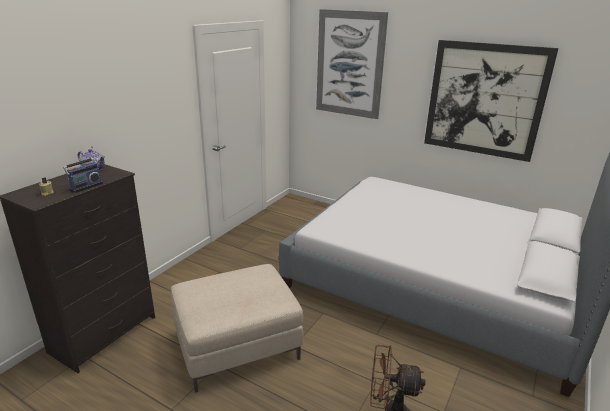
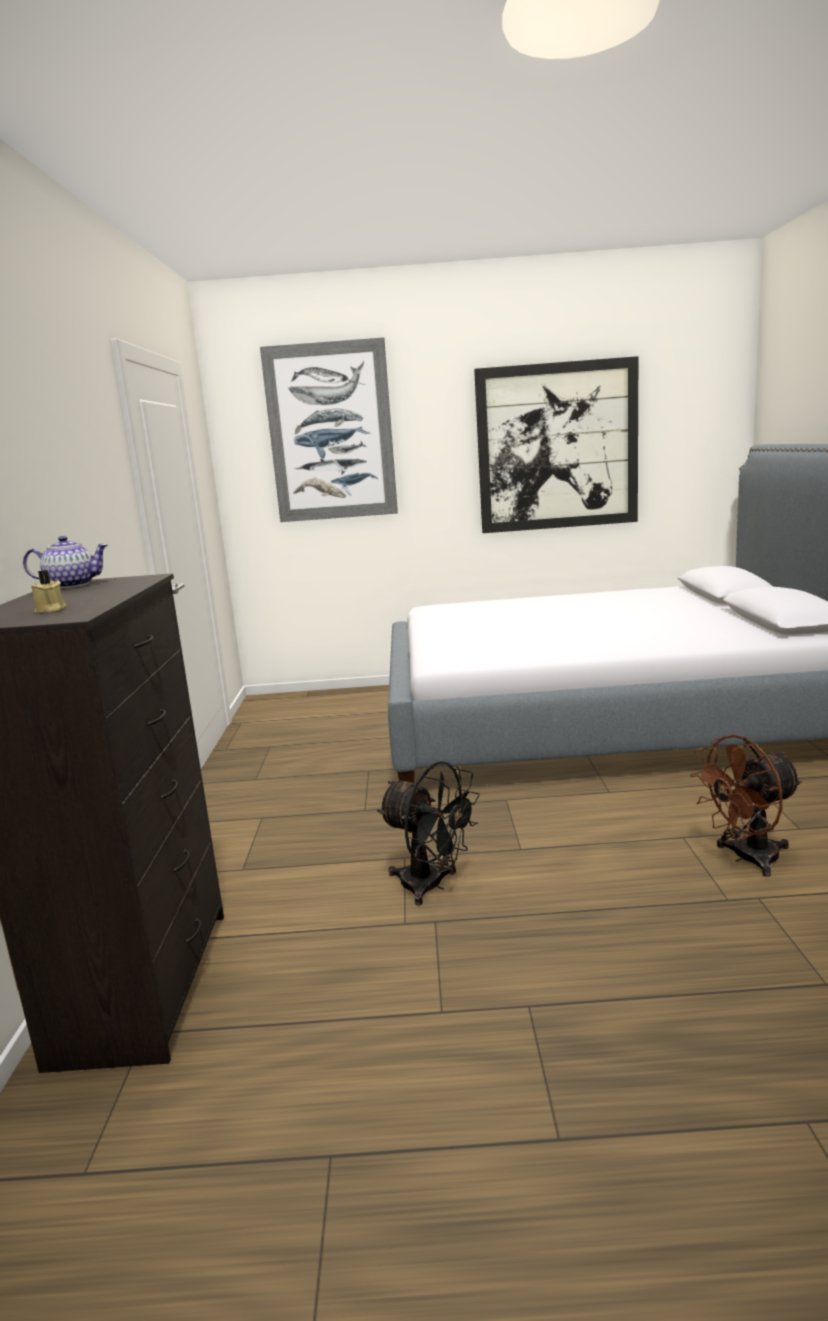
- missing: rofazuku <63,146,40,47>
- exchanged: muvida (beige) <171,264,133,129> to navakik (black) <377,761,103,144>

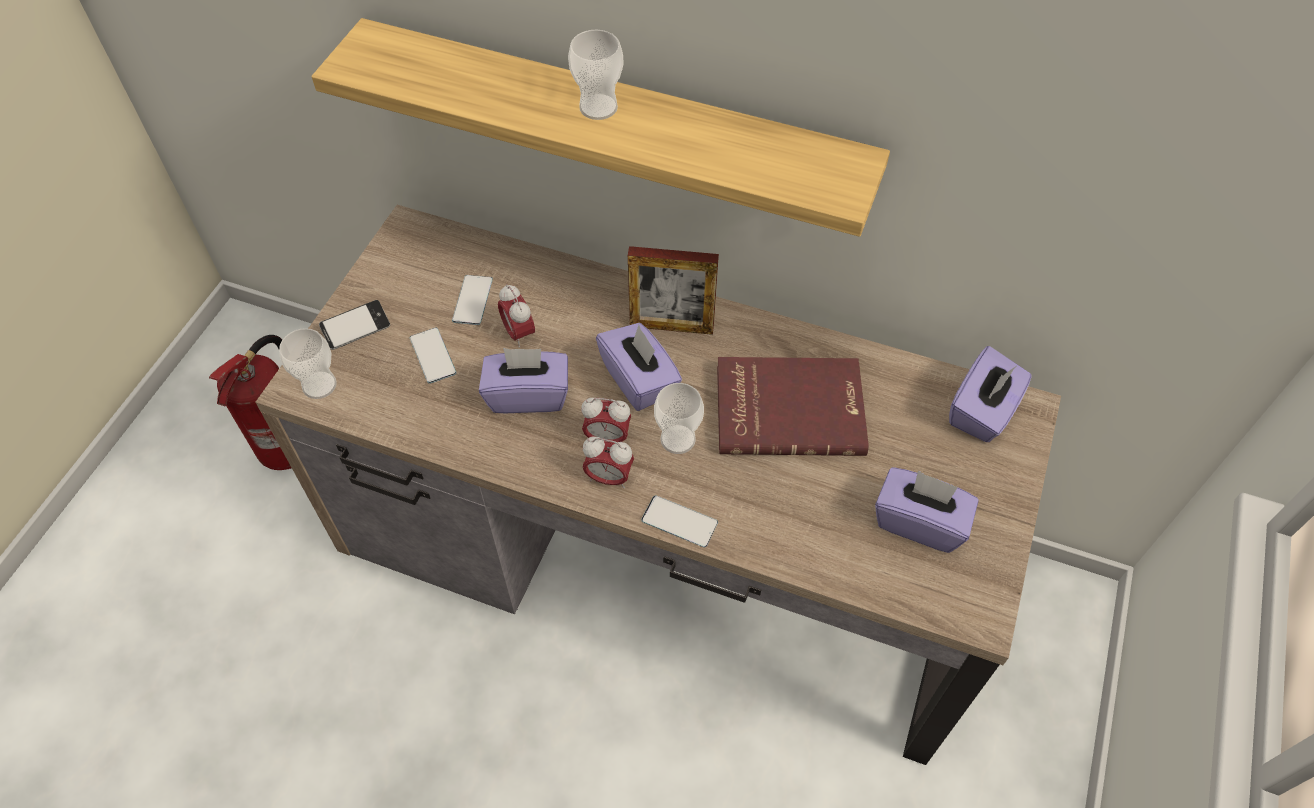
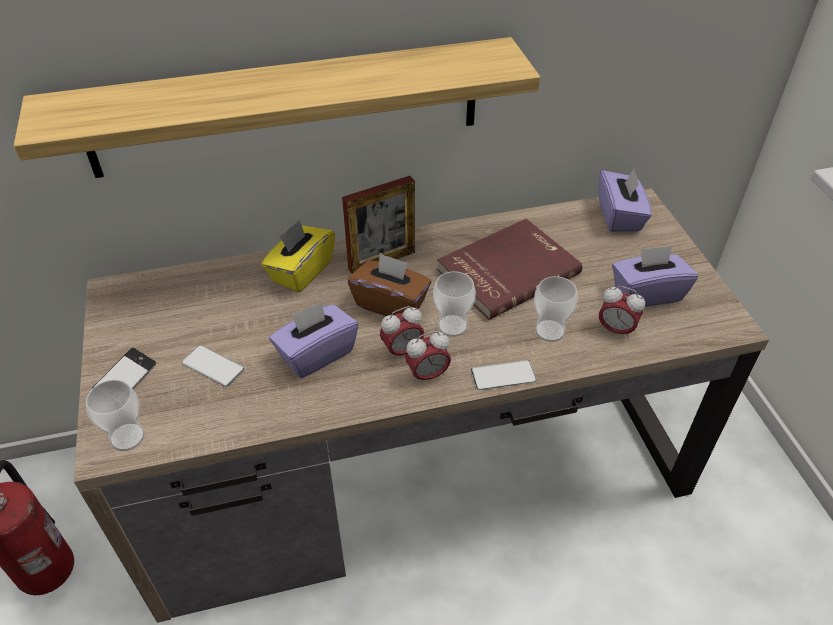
- relocated: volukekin <568,30,55,90> to <534,276,44,66>
- missing: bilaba <452,275,41,50>
- relocated: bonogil <498,284,37,64> to <599,286,46,53>
- colour: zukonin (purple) <596,323,86,88> to zukonin (brown) <348,253,83,63>
- appeared: zukonin (yellow) <261,219,74,74>

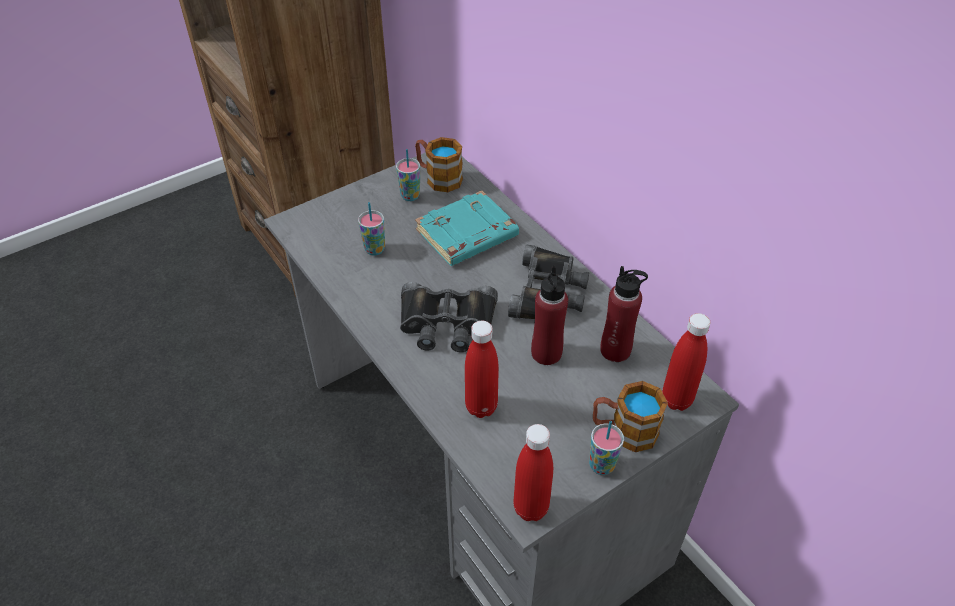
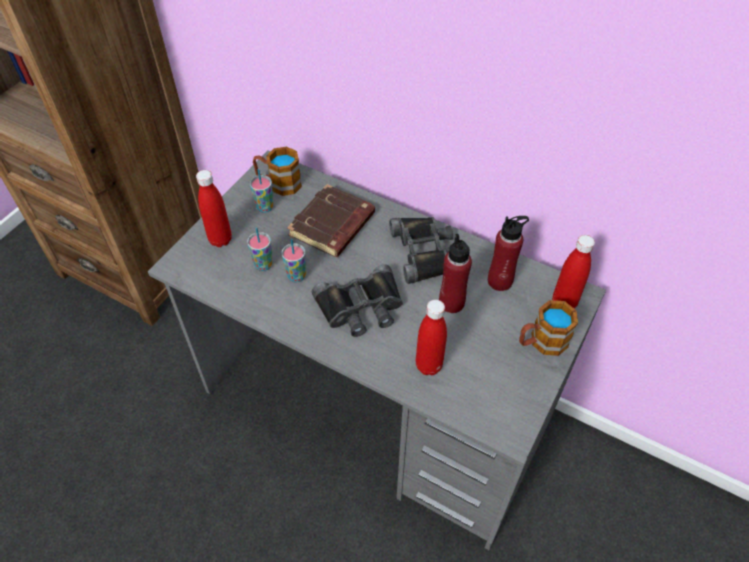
- colour: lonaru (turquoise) <415,191,104,75> to lonaru (brown) <287,184,88,73>
- relocated: volukekin <589,421,35,54> to <282,239,24,43>
- relocated: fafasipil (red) <513,424,40,97> to <196,170,36,77>

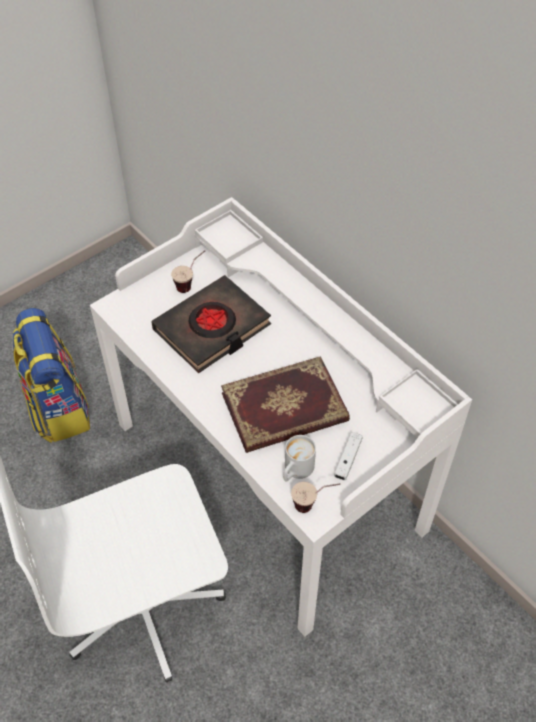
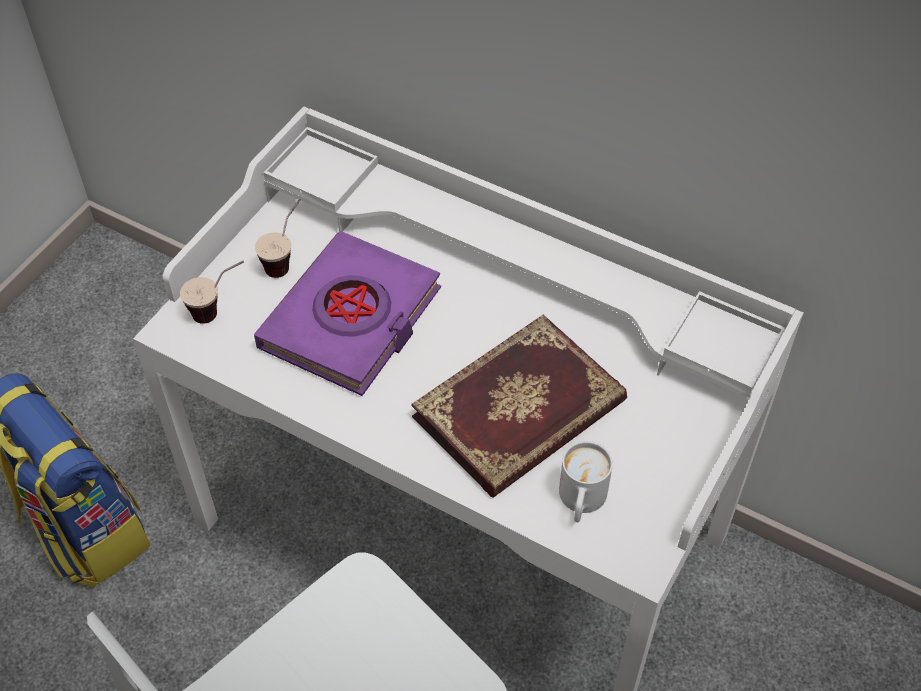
- colour: lonaru (black) <151,275,120,98> to lonaru (purple) <254,231,187,165>
- missing: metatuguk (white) <334,432,29,48>
- relocated: volukekin <291,482,49,31> to <180,261,64,63>

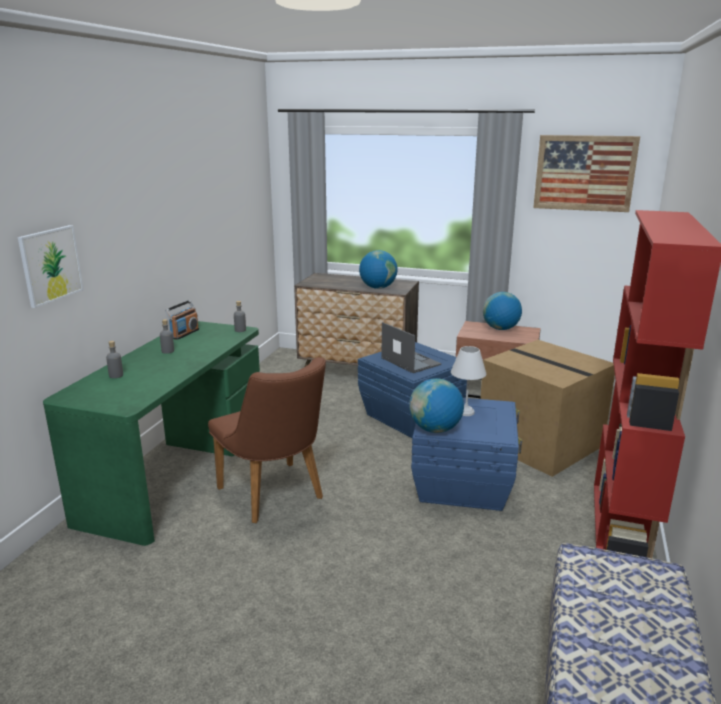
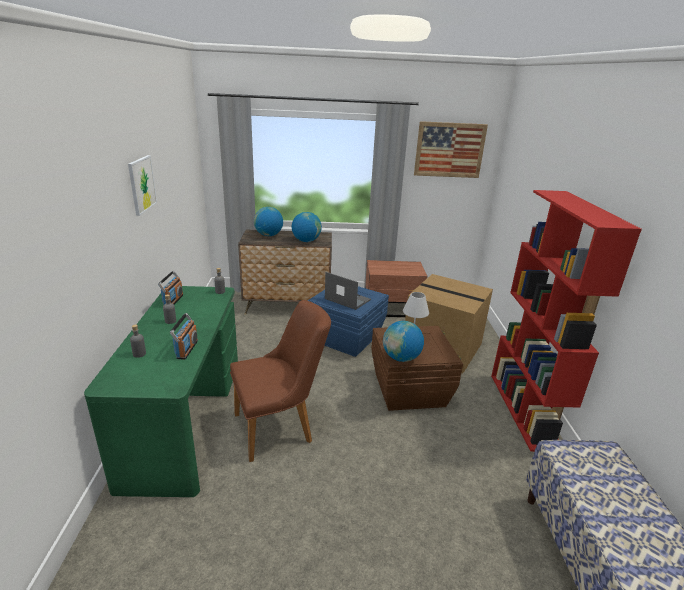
- relocated: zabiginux <18,225,66,83> to <128,155,29,61>
- relocated: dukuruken <483,292,39,38> to <254,207,29,29>
- spun: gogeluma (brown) <208,357,118,166> = <230,300,101,162> 60 degrees counterclockwise
- colour: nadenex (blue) <411,398,112,113> to nadenex (brown) <371,326,92,85>
- appeared: rofazuku <170,313,28,47>

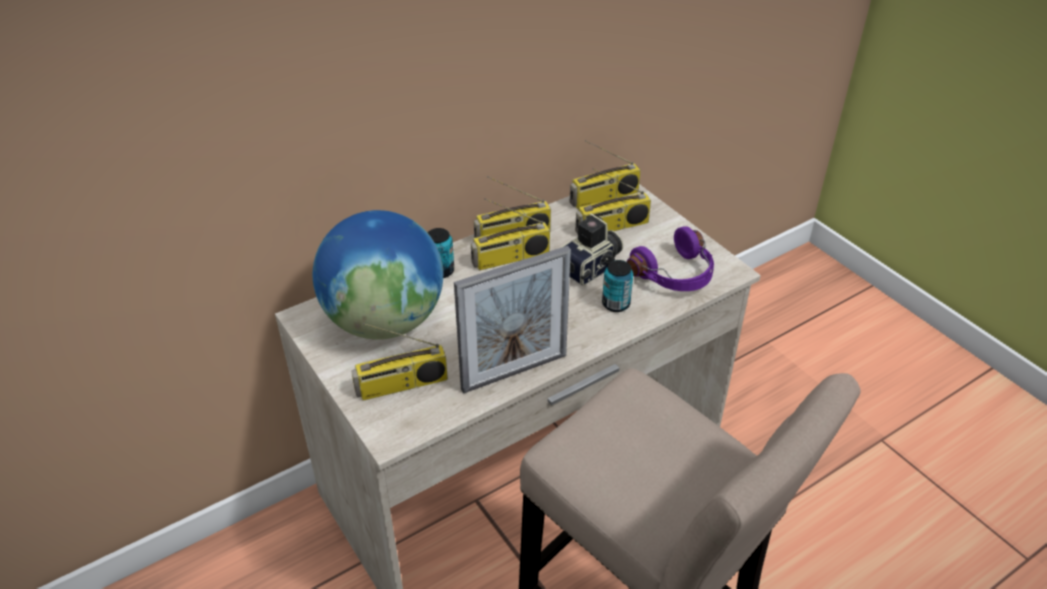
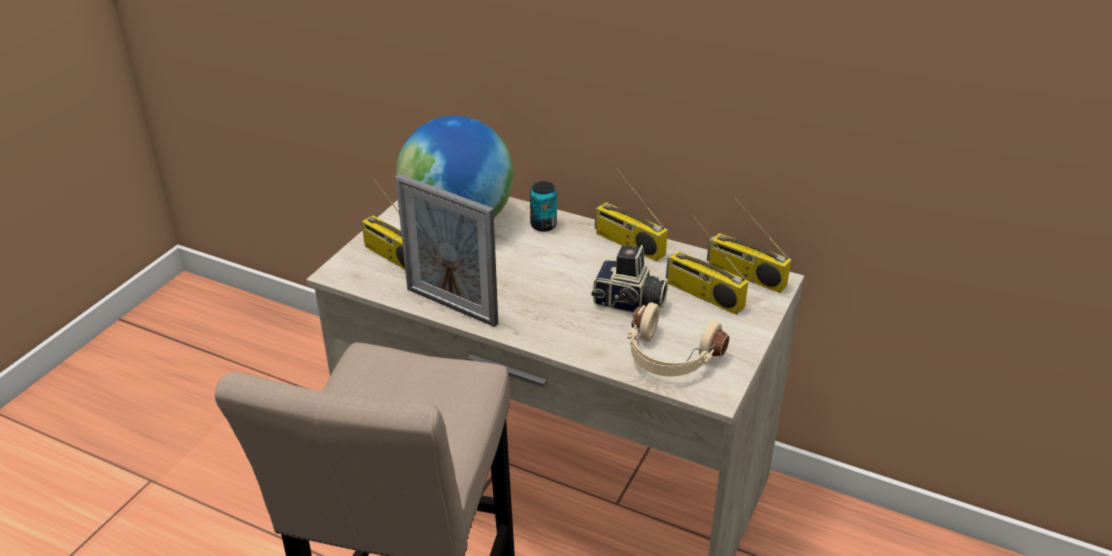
- missing: rofazuku <471,198,79,72>
- colour: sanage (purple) <627,226,87,65> to sanage (beige) <628,302,101,75>
- missing: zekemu <602,260,31,52>

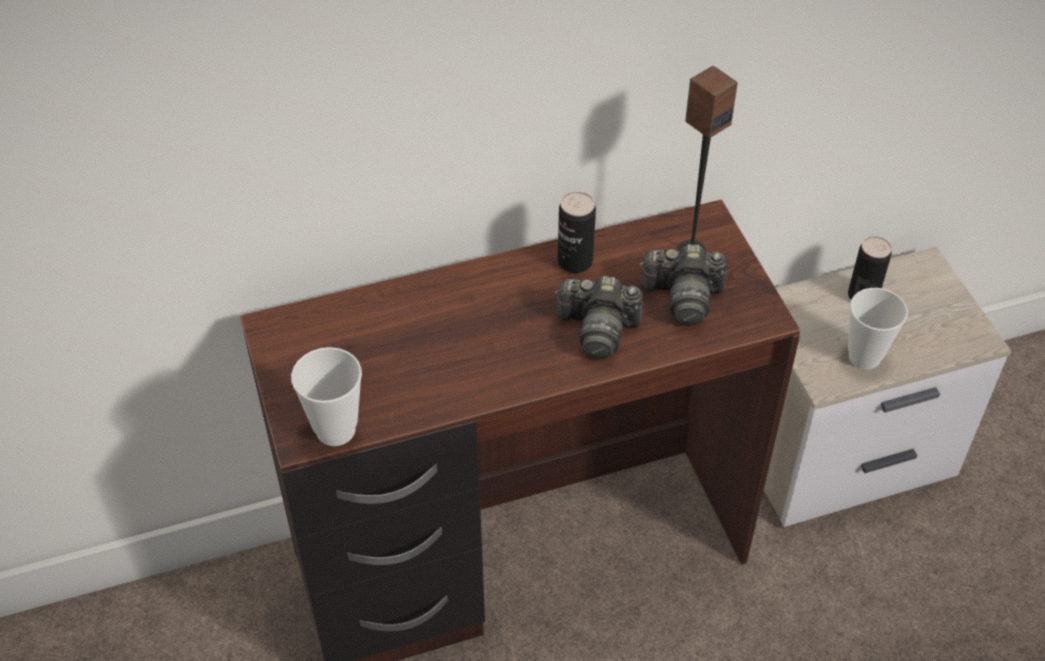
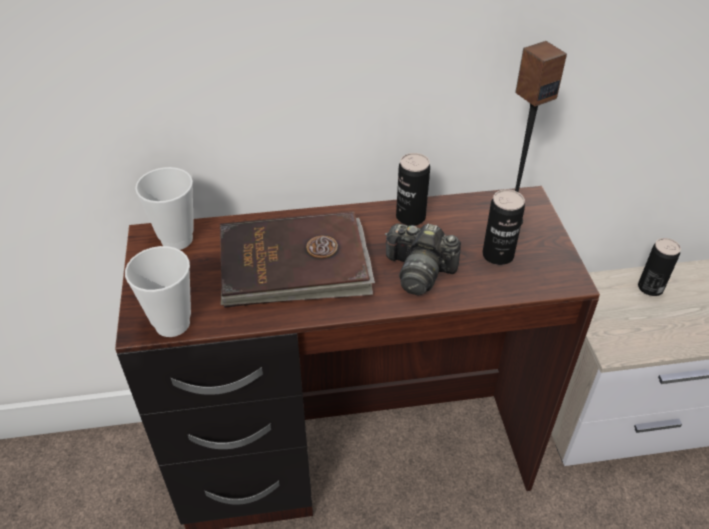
- exchanged: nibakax <640,244,87,81> to zekemu <482,189,43,76>
- relocated: volukekin <848,288,60,81> to <135,167,59,83>
- appeared: lonaru (brown) <220,211,155,97>

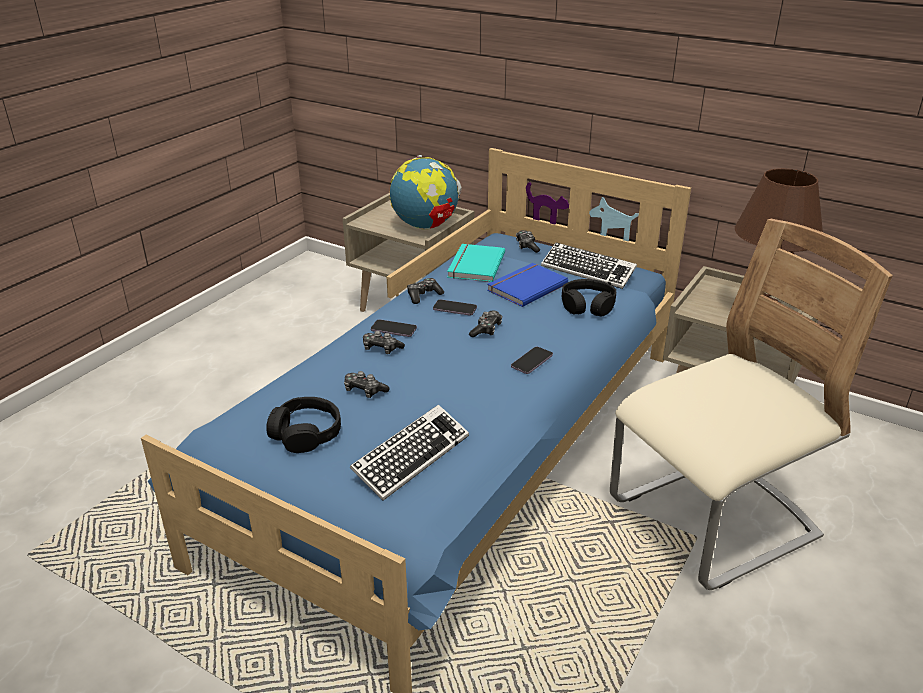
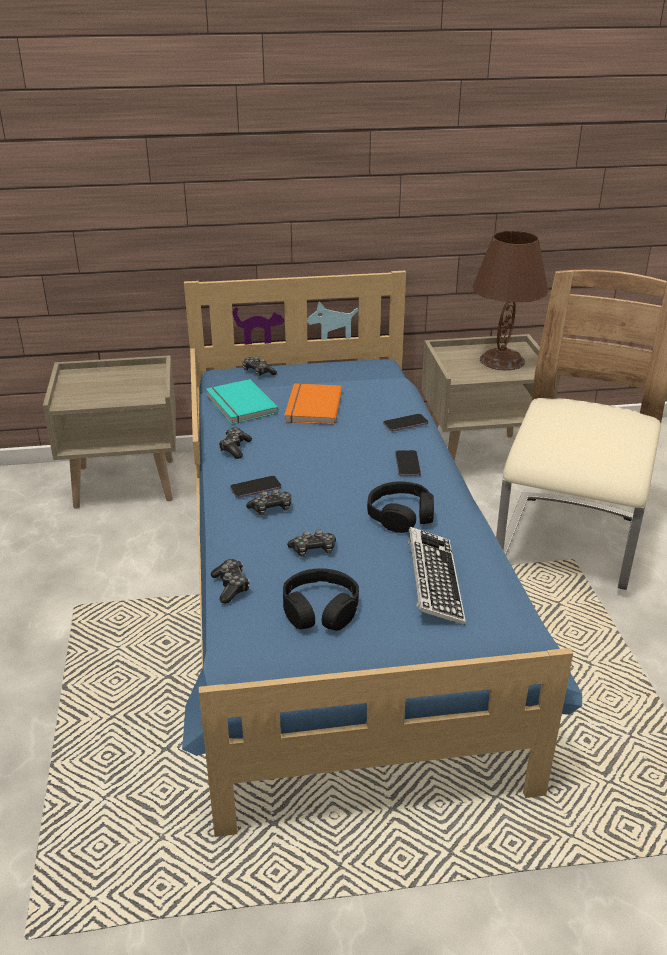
- missing: dukuruken <390,155,72,75>
- missing: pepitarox <541,243,96,46>
- colour: lonaru (blue) <487,263,81,44> to lonaru (orange) <284,383,58,42>
- relocated: sanage (black) <562,279,54,37> to <367,481,67,52>
- relocated: bilaba <433,299,44,17> to <383,414,45,17>
- relocated: metatuguk <469,311,33,26> to <211,559,38,45>

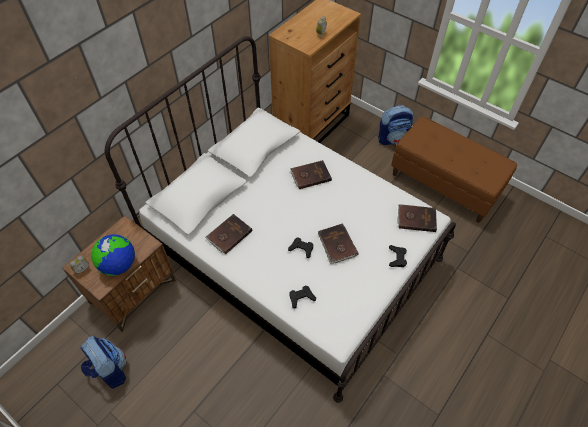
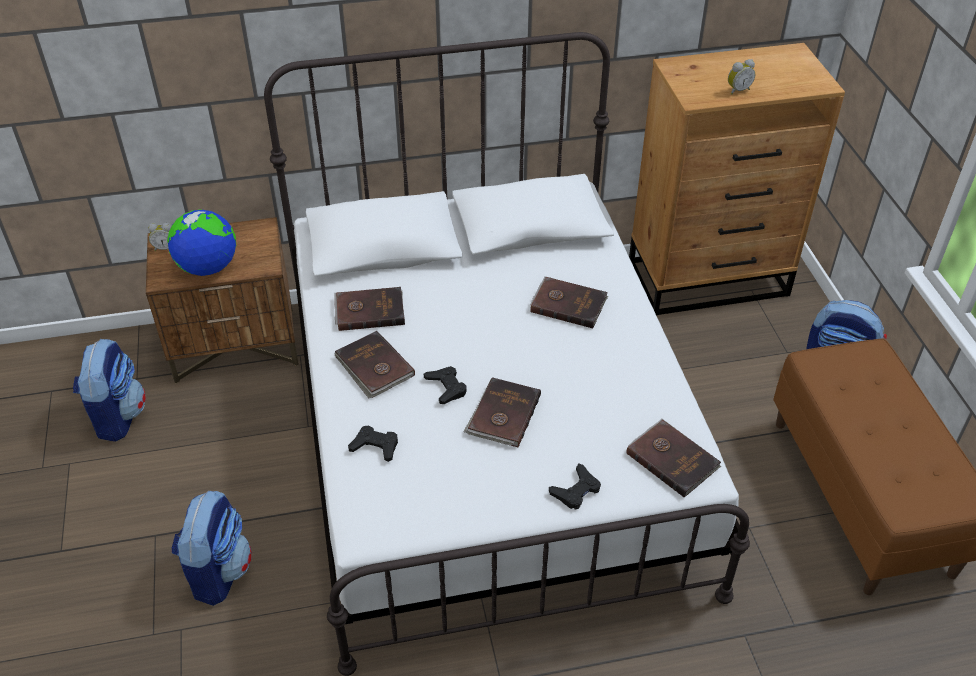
- appeared: lonaru (brown) <335,331,80,67>
- appeared: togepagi <171,491,81,115>

